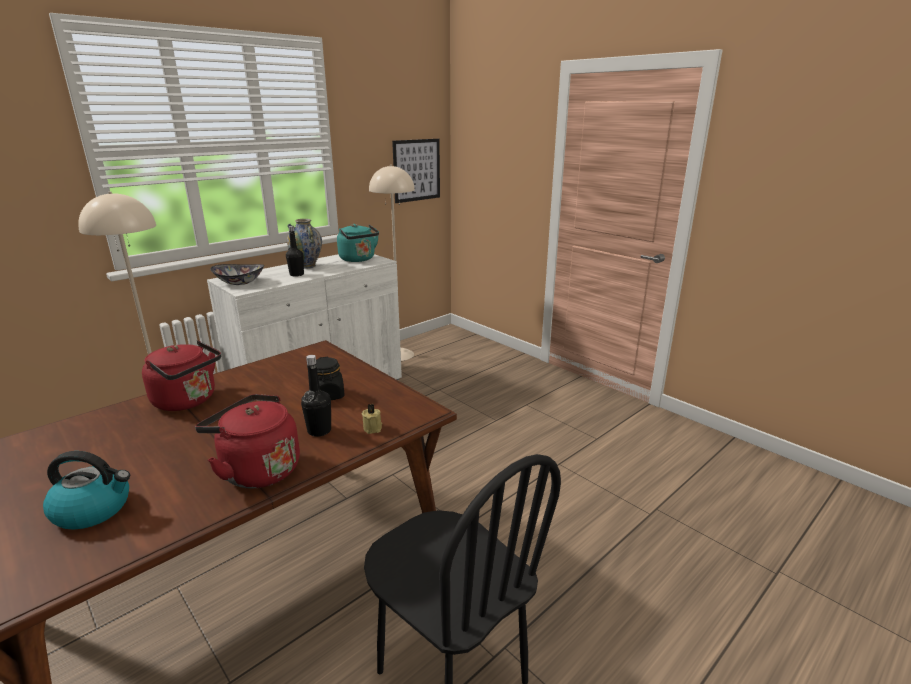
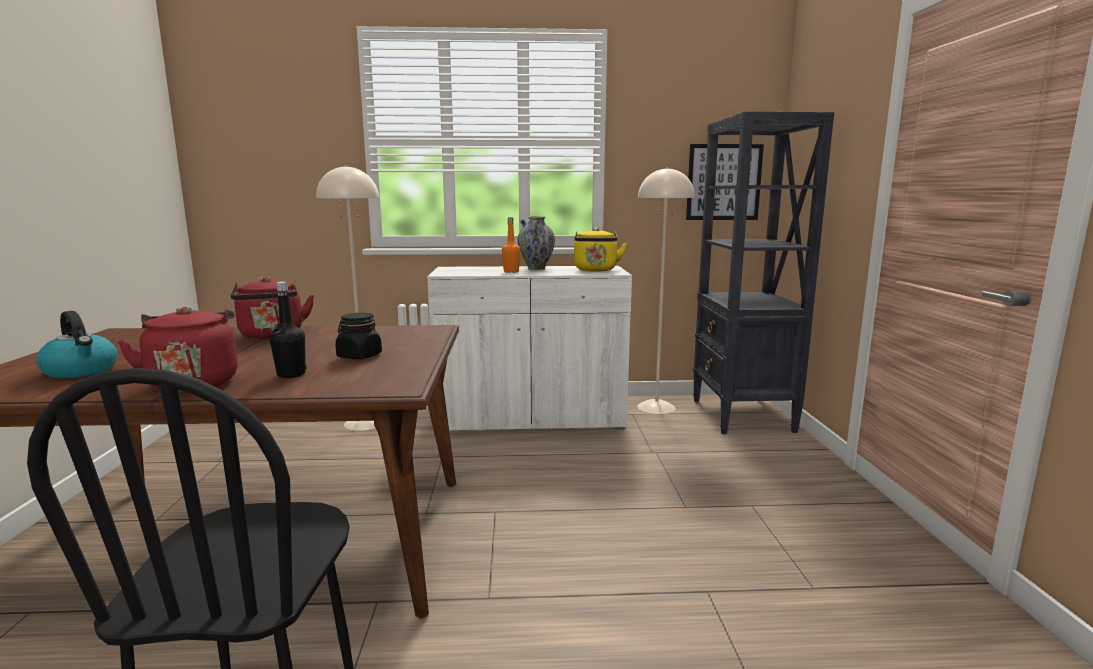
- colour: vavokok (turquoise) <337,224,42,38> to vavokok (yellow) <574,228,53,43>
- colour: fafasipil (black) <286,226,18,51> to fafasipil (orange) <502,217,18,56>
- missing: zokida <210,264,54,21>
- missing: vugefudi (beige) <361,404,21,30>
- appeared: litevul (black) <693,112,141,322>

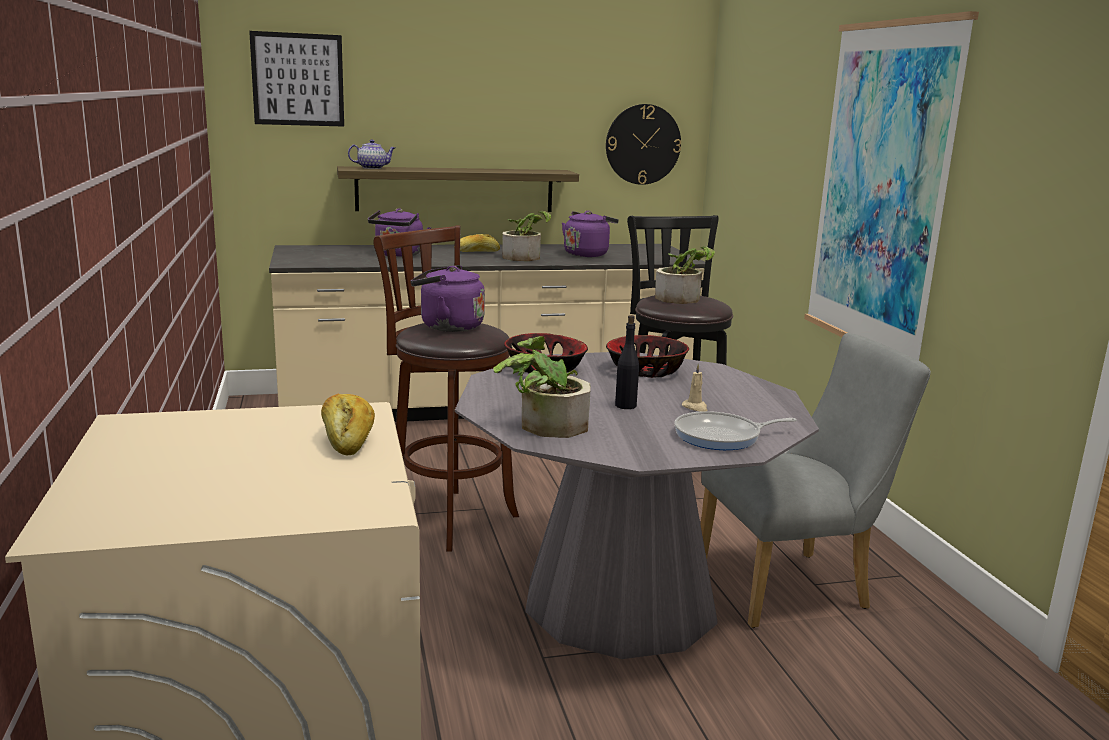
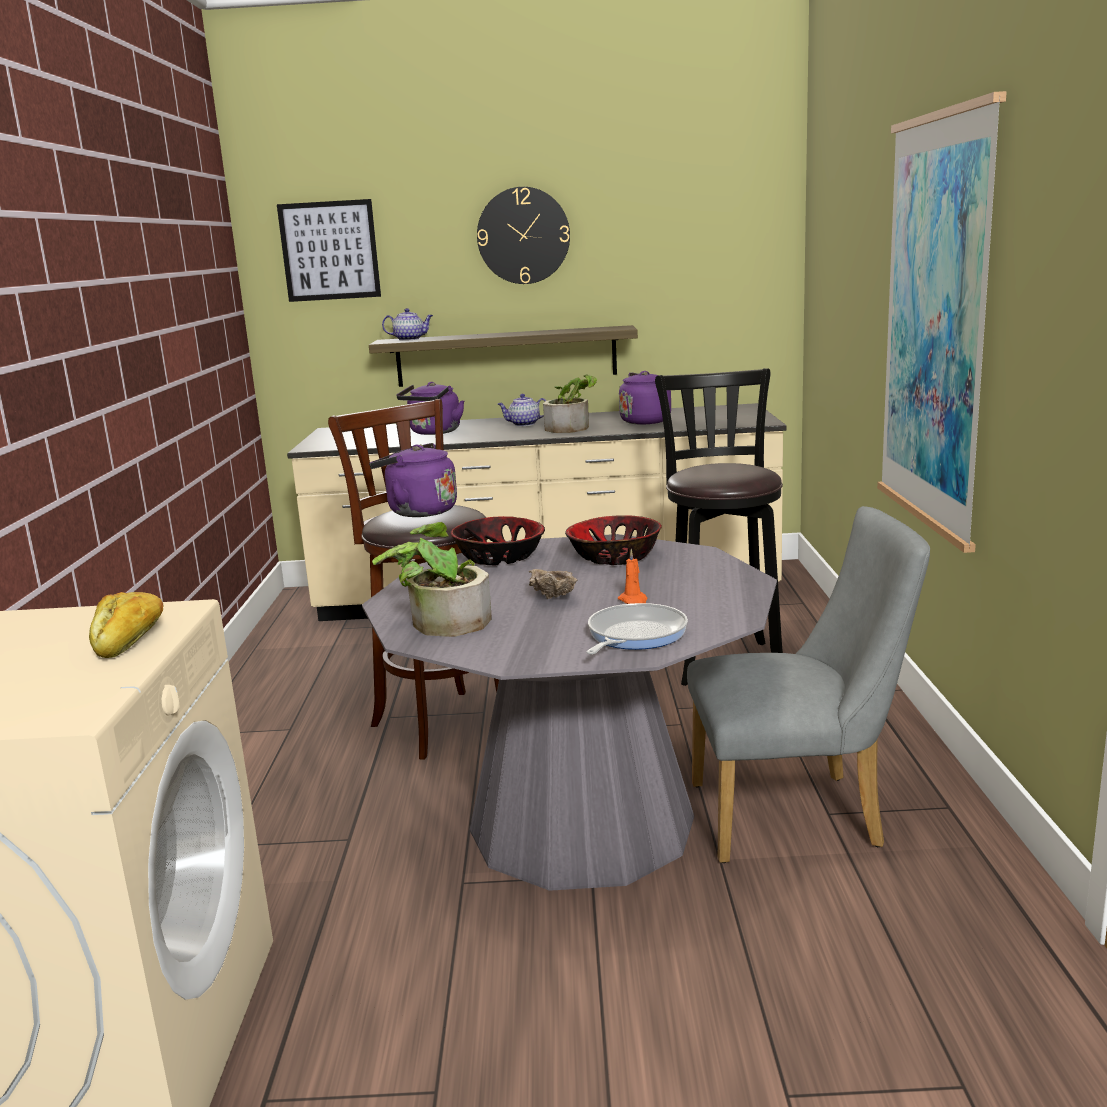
- relocated: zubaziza <606,104,75,81> to <477,187,93,97>
- exchanged: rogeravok <454,234,46,18> to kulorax <498,394,48,32>
- missing: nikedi <655,246,60,58>
- exchanged: fafasipil (black) <615,315,24,94> to zokida (beige) <529,569,48,30>
- colour: vugefudi (beige) <682,363,25,48> to vugefudi (orange) <618,549,29,55>
- spun: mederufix <674,411,123,39> = <586,603,102,52> 120 degrees clockwise

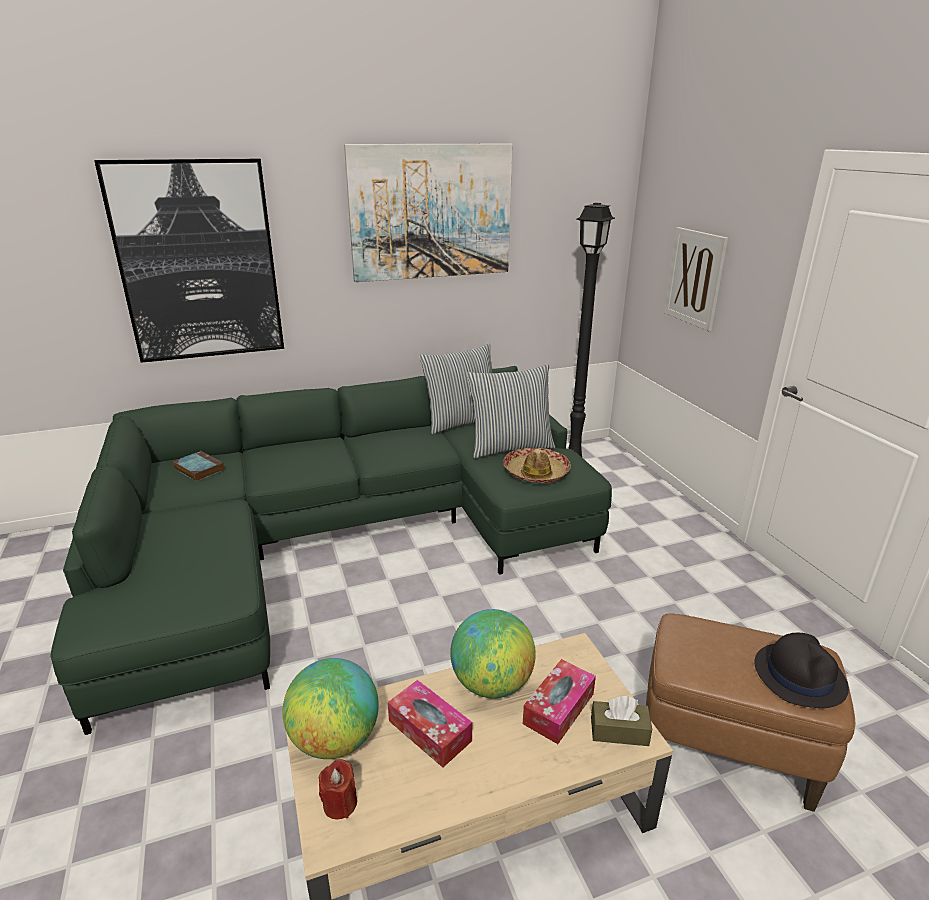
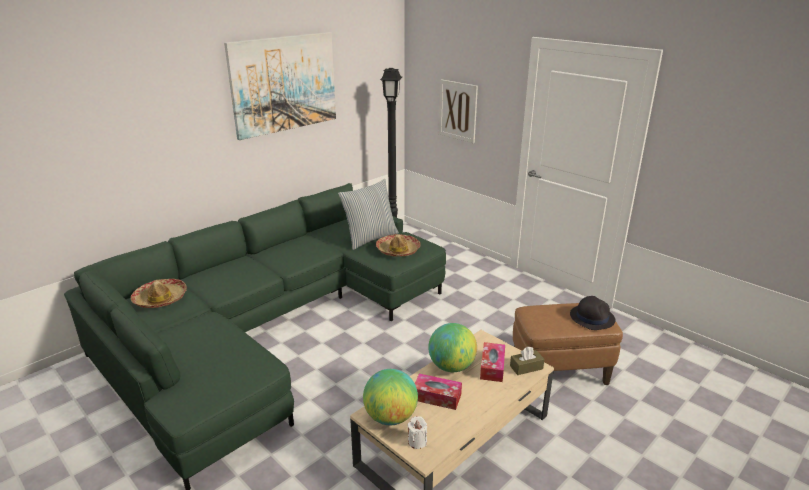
- missing: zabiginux <94,158,190,205>
- missing: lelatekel <419,343,73,91>
- exchanged: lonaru <173,451,51,31> to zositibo <131,279,56,29>
- colour: vugefudi (red) <319,759,38,60> to vugefudi (white) <408,416,19,33>

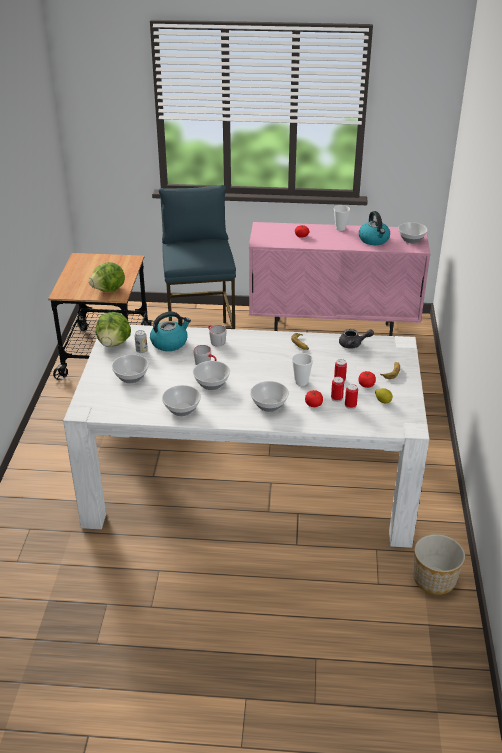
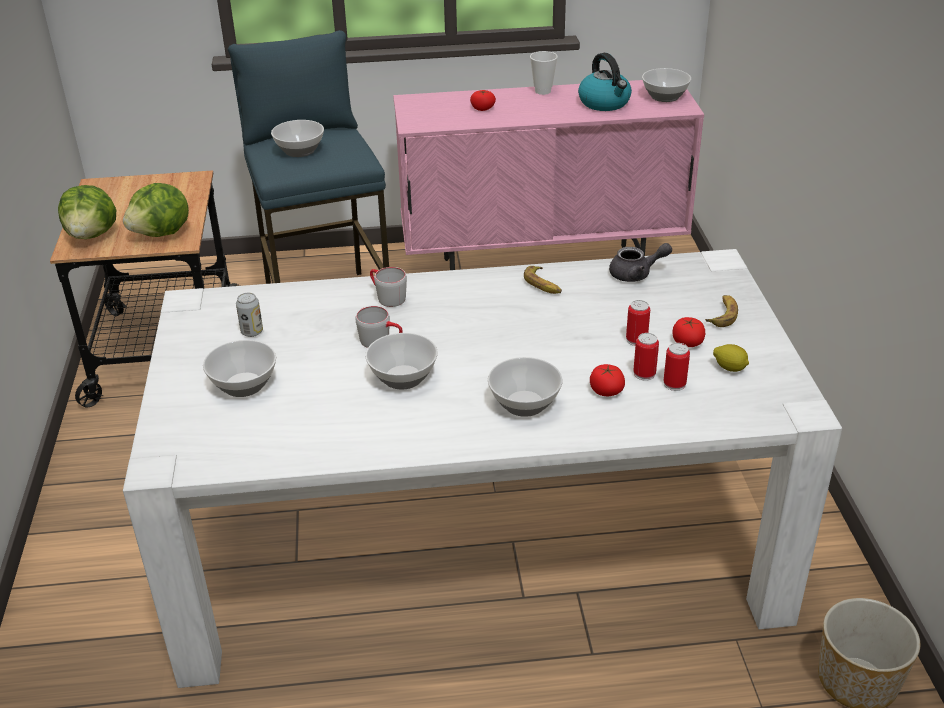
- missing: vavokok <150,311,41,40>
- relocated: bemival <96,312,35,35> to <58,185,58,54>
- missing: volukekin <292,353,21,33>
- relocated: zokida <162,385,39,31> to <271,120,53,37>

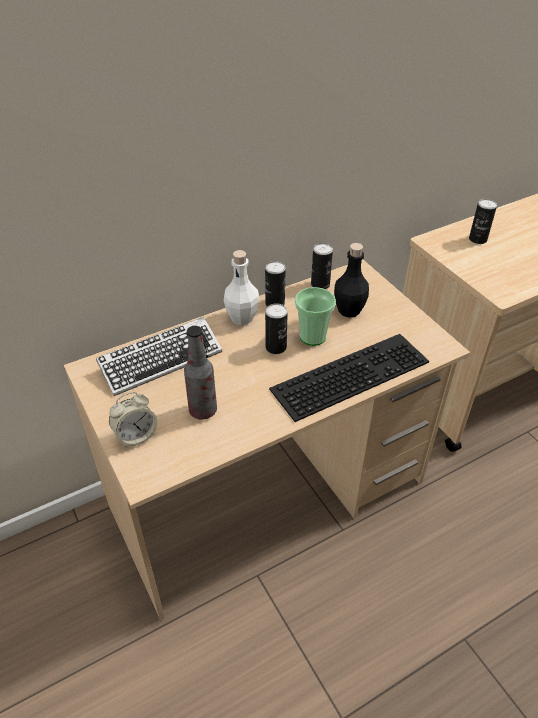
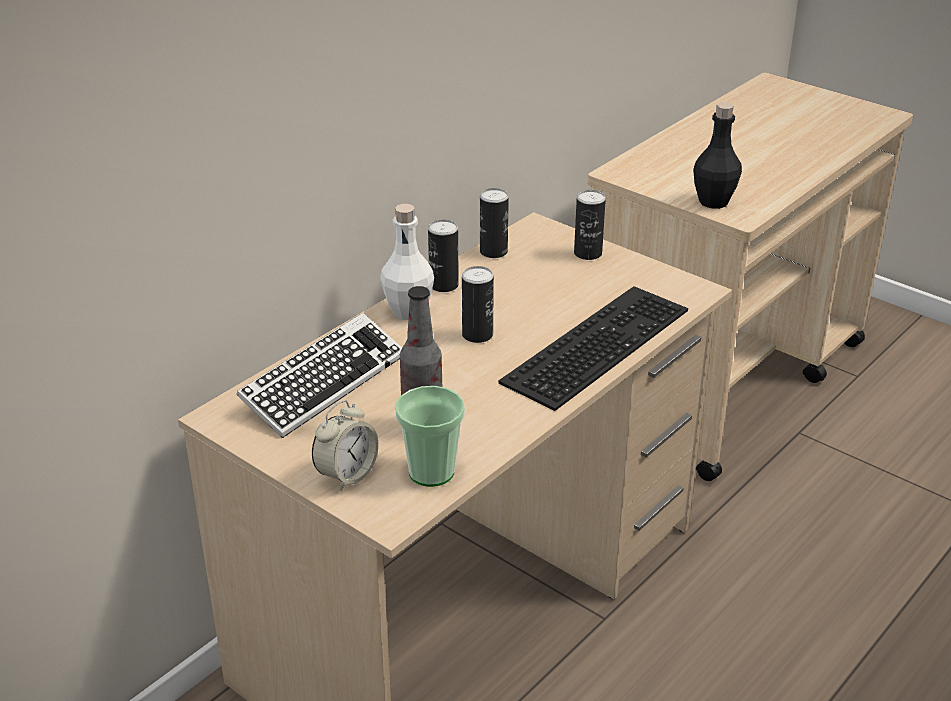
- relocated: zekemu <469,199,28,45> to <574,190,32,70>
- relocated: fafasipil (black) <334,243,35,75> to <693,102,49,107>
- relocated: volukekin <295,287,41,59> to <395,386,70,101>

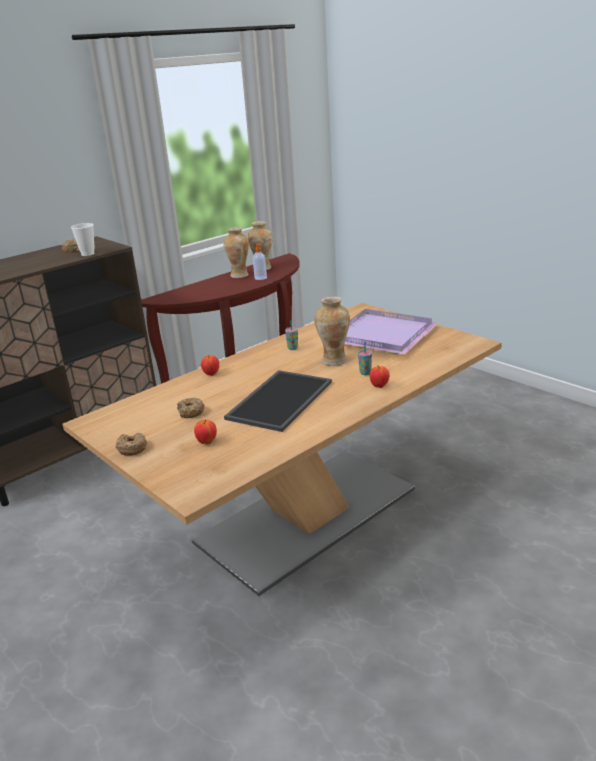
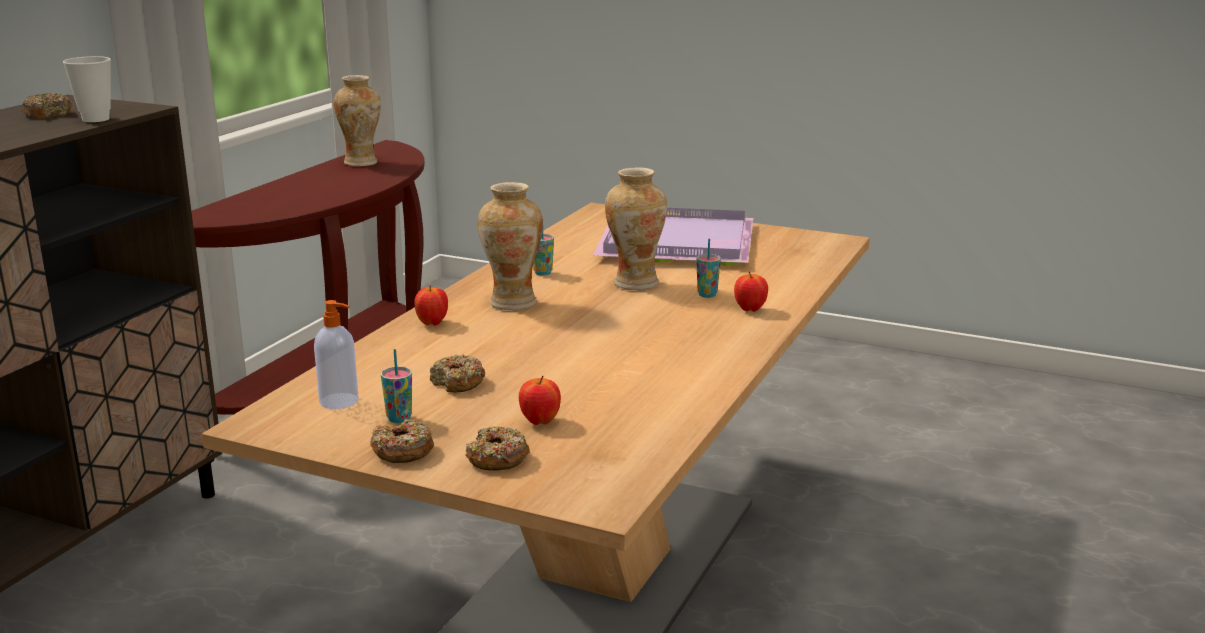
- relocated: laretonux <223,228,26,50> to <478,182,65,128>
- relocated: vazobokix <253,244,14,36> to <314,300,45,109>
- missing: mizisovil <224,370,108,62>
- appeared: volukekin <381,349,31,74>
- appeared: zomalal <465,426,65,45>

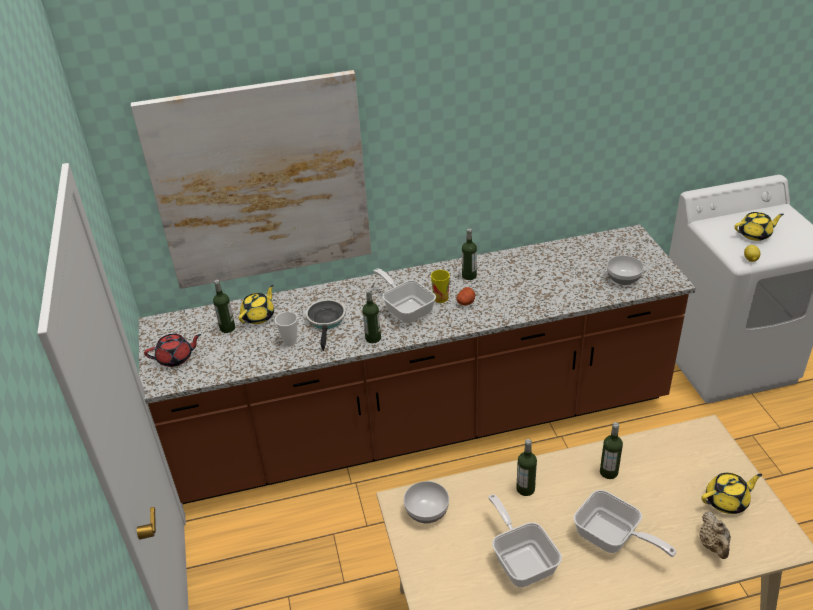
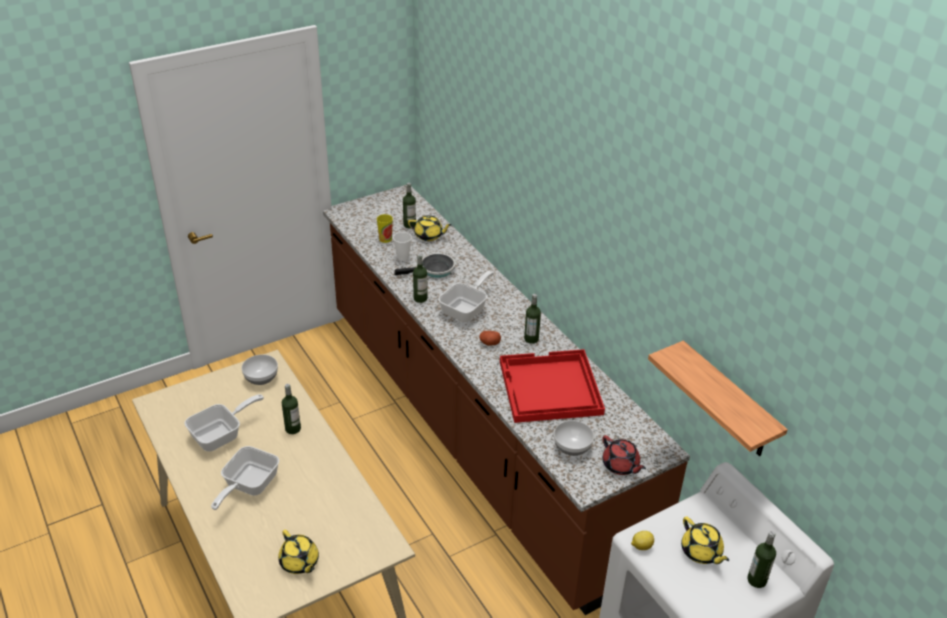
- missing: zabiginux <131,70,240,219>
- relocated: volukekin <431,270,19,33> to <377,214,16,29>
- relocated: kulorax (red) <144,334,57,33> to <602,435,44,40>
- relocated: fafasipil <600,422,23,57> to <747,531,29,57>
- missing: kulorax (beige) <700,512,31,47>
- appeared: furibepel <648,341,140,115>
- appeared: mizisovil (red) <500,349,105,74>

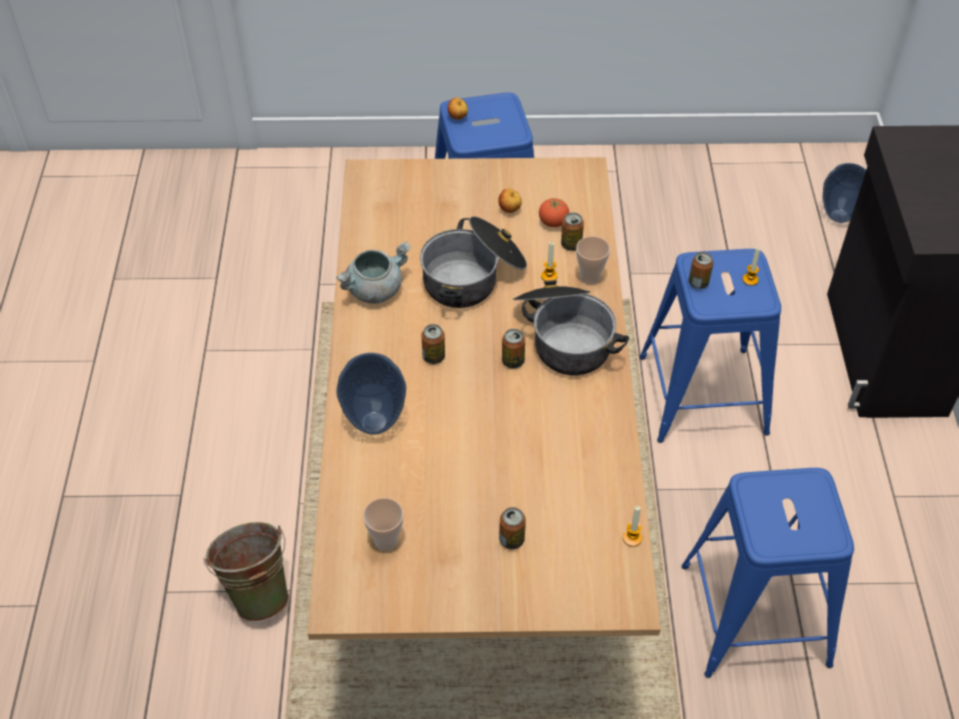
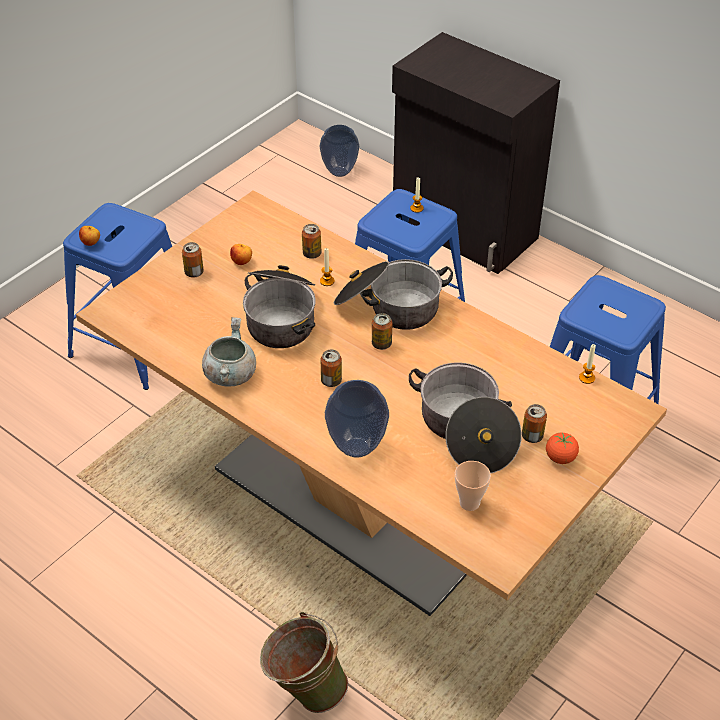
- relocated: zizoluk <539,198,30,29> to <546,433,33,31>
- missing: volukekin <576,236,34,49>
- relocated: zekemu <689,252,24,37> to <182,242,22,36>
- appeared: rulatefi <409,362,113,111>

